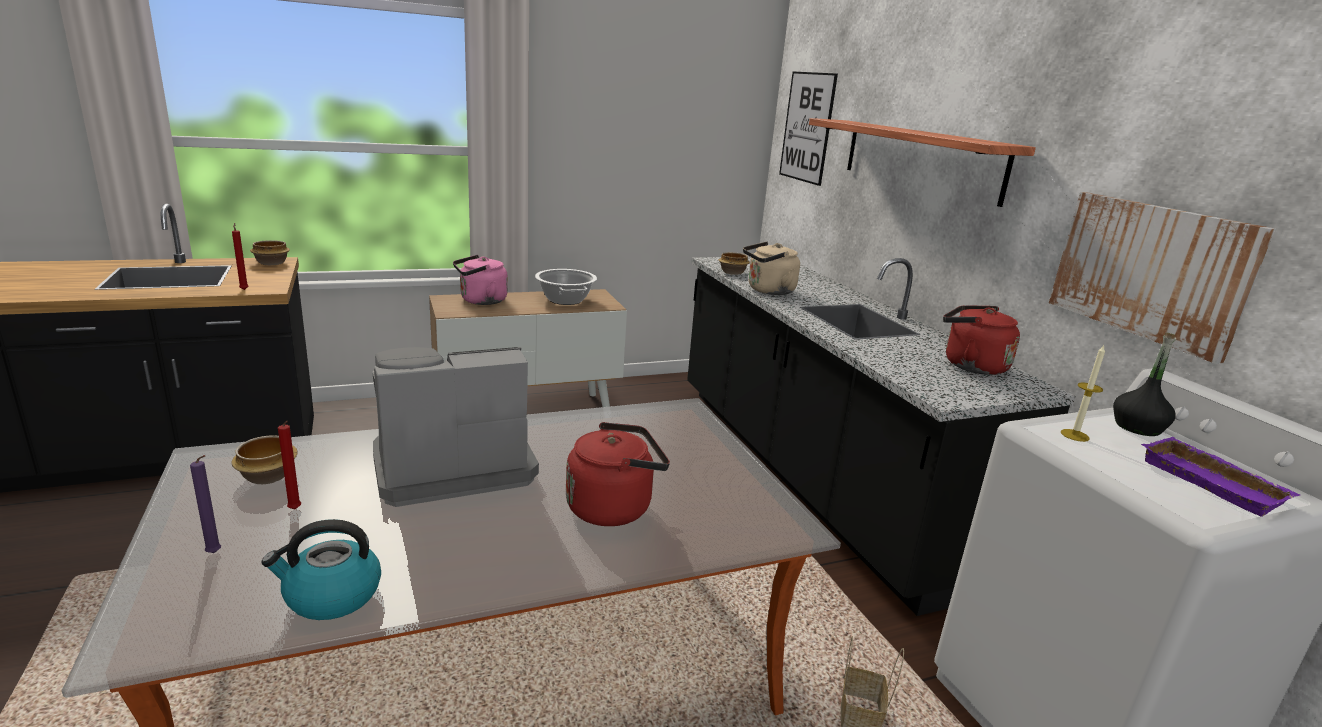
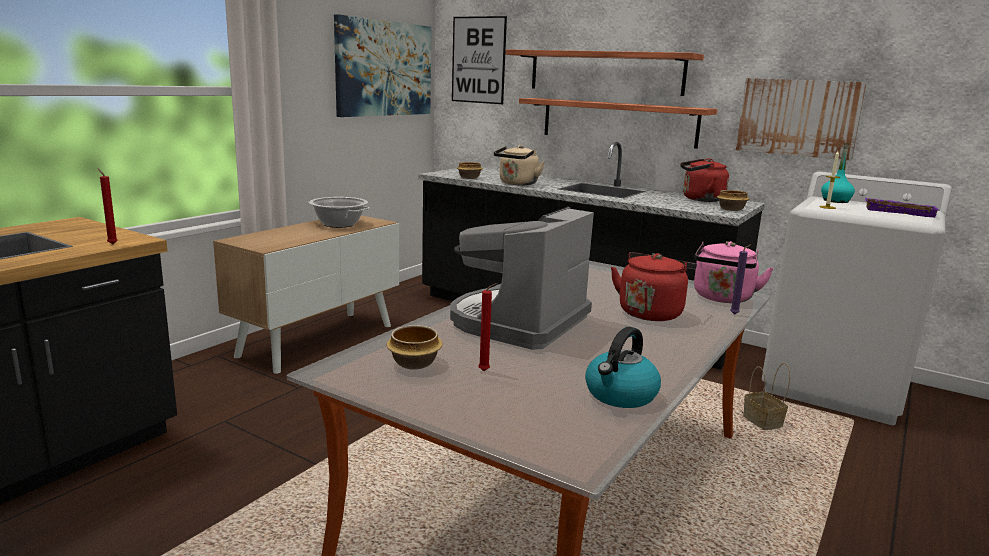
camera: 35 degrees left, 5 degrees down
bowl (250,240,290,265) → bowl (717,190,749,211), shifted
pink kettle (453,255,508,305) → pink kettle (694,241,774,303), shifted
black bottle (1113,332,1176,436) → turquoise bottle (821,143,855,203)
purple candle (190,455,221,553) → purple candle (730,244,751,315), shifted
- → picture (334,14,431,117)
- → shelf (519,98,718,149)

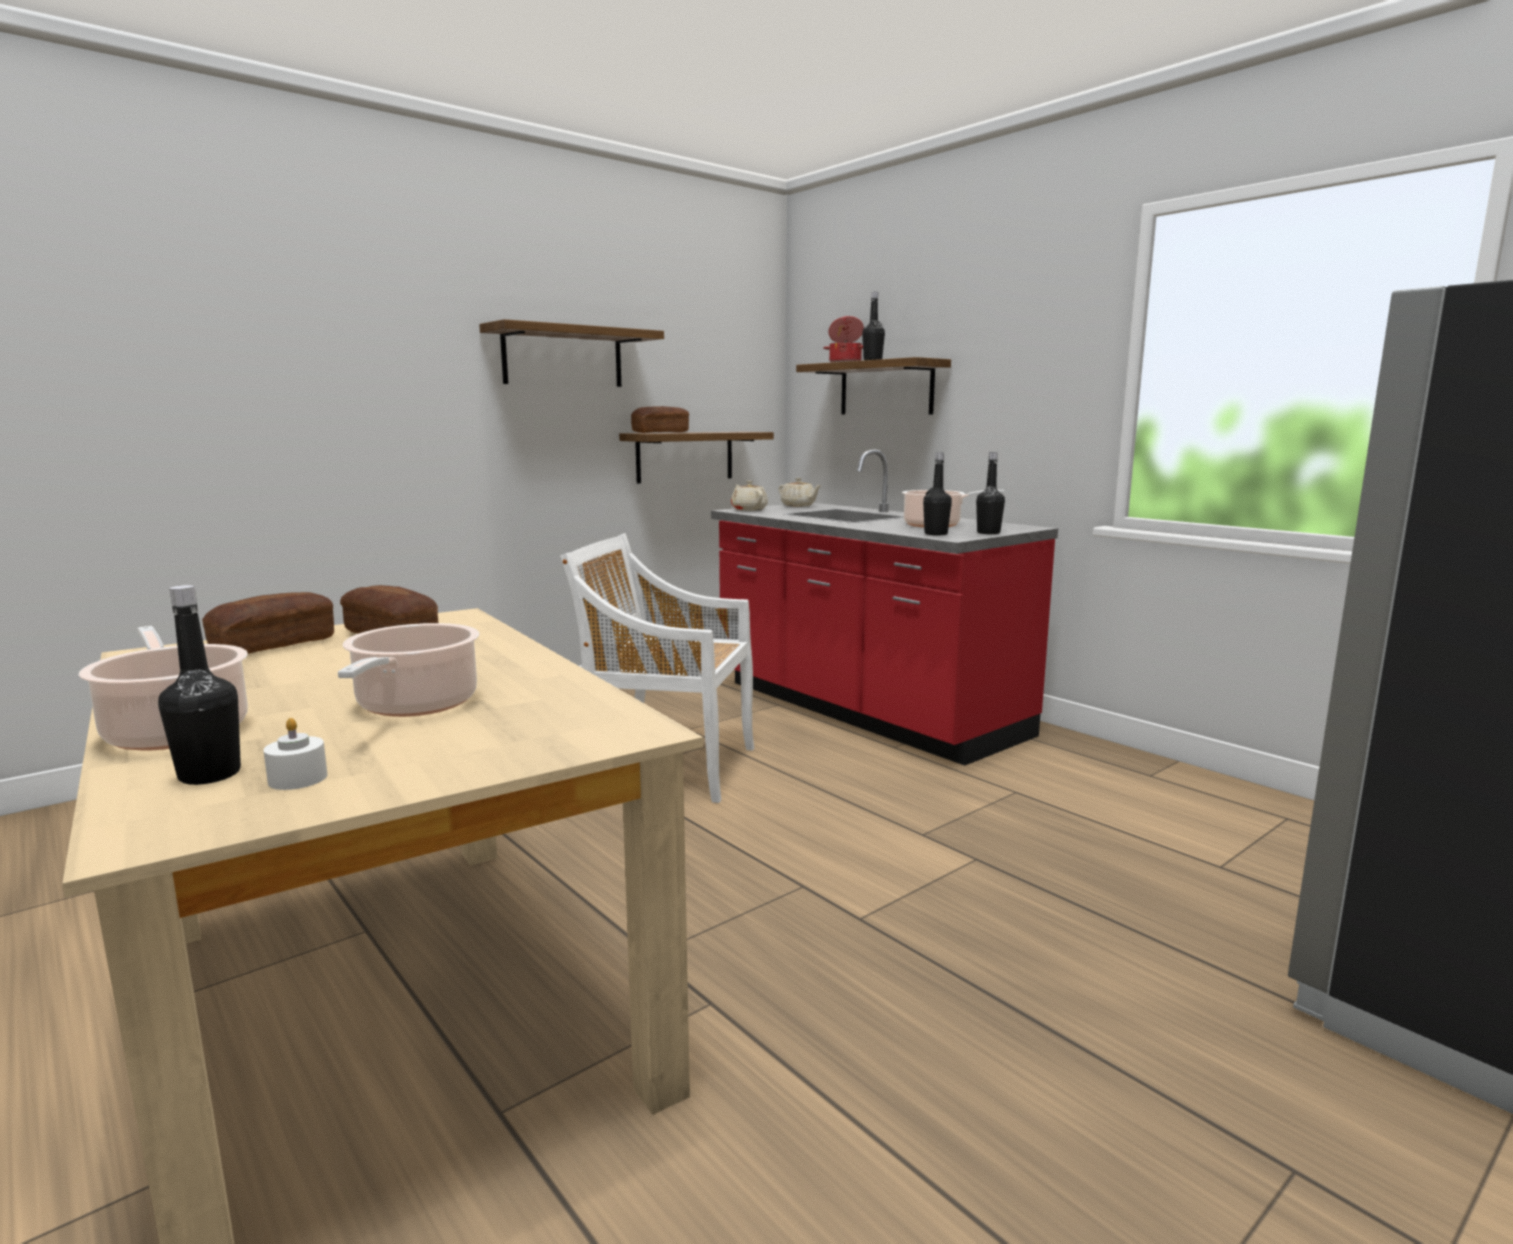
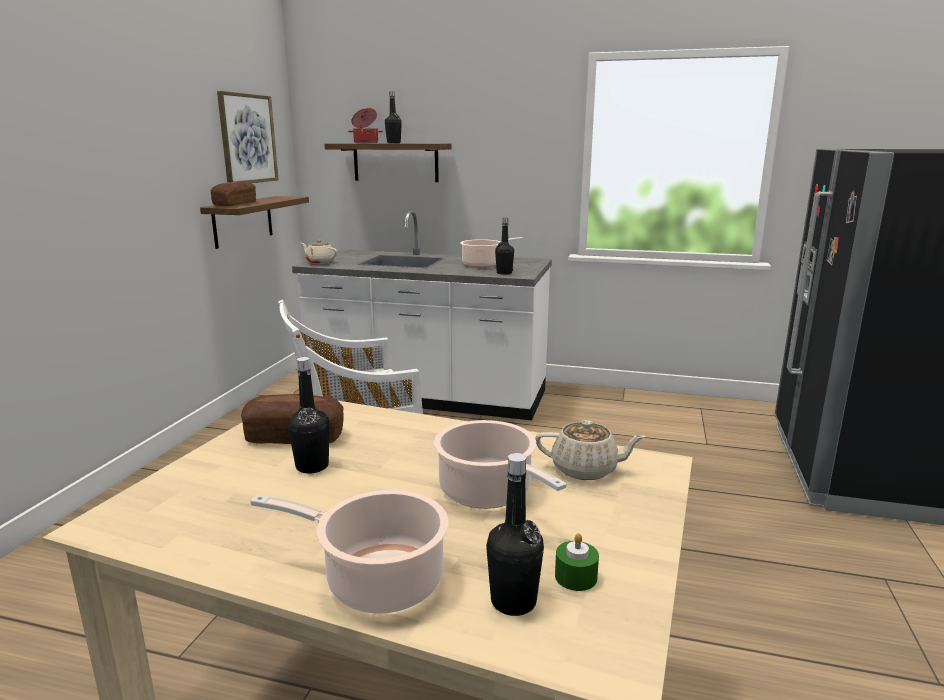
camera: 35 degrees left, 5 degrees up
shelf (479,319,664,387) → -
red counter (711,450,1058,765) → white counter (292,210,552,420)
black bottle (976,452,1005,534) → black bottle (288,357,329,474), shifted
beige teapot (778,478,822,507) → beige teapot (535,420,646,480), shifted
bread (202,592,334,654) → -
white candle (263,718,328,790) → green candle (555,533,599,591)
- → picture (217,91,279,183)

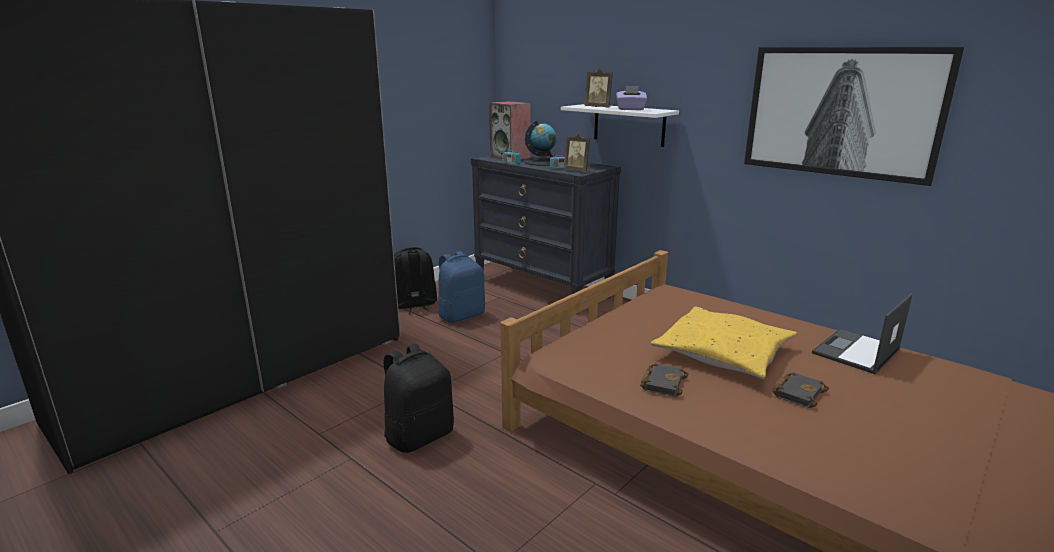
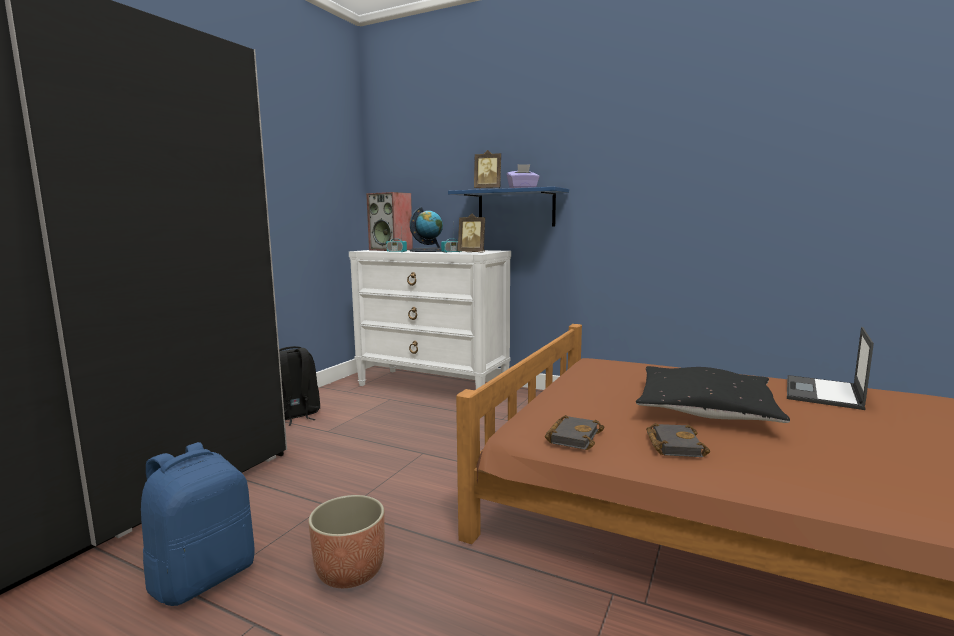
camera: 15 degrees left, 10 degrees down
picture (744,47,964,186) → -
white shelf (561,104,679,147) → blue shelf (448,187,569,226)
black dresser (471,154,621,314) → white dresser (349,250,511,389)
blue backpack (438,251,485,323) → blue backpack (141,442,254,606), shifted
yellow pillow (651,306,797,379) → black pillow (636,366,790,423)
black backpack (384,344,454,453) → planter (308,495,385,588)
black book (772,372,829,408) → black book (545,415,605,450), shifted

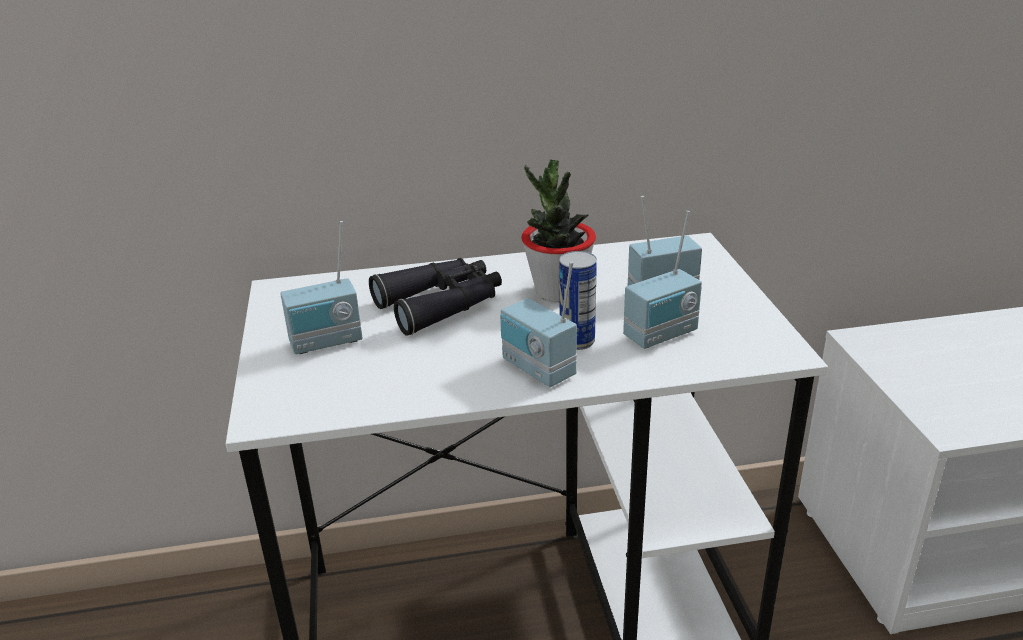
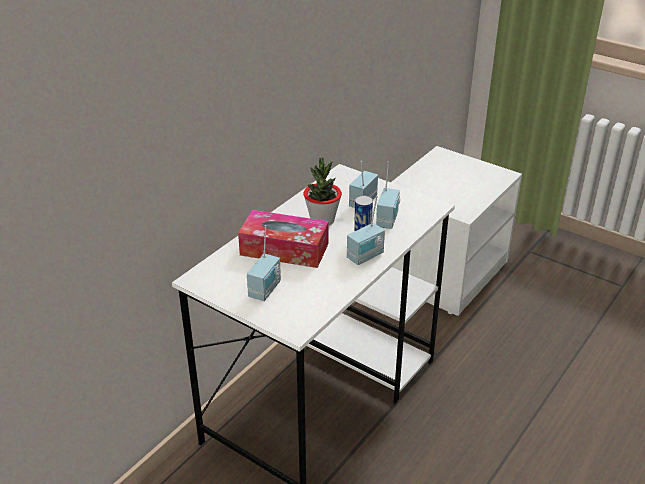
camera: 45 degrees left, 5 degrees up
black binoculars (369,258,502,336) → tissue box (238,210,329,268)
radio (500,261,577,387) → radio (347,196,385,265), 45 degrees counterclockwise

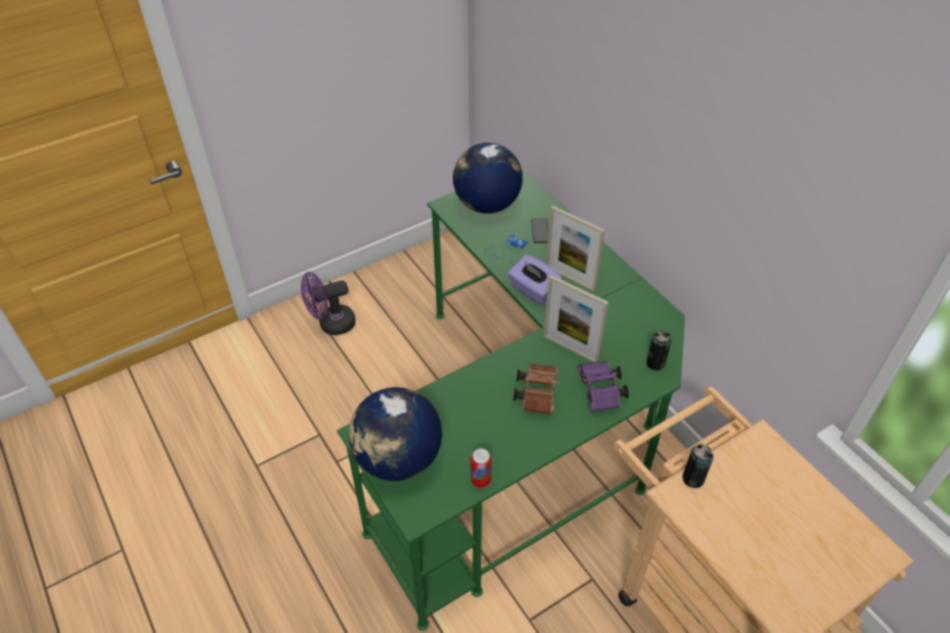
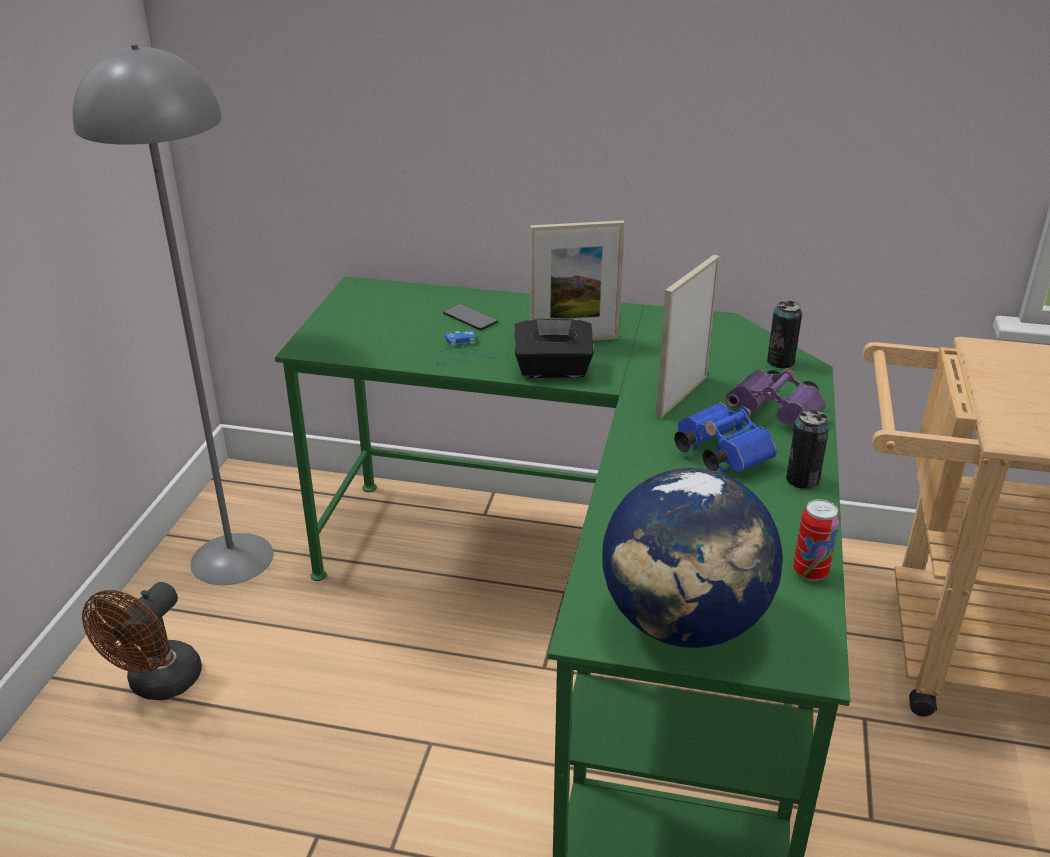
camera: 45 degrees left, 15 degrees down
globe (453,143,523,213) → -
purple tissue box (508,254,563,305) → black tissue box (514,318,594,378)
purple fan (301,272,356,335) → brown fan (82,582,202,700)
picture frame (543,275,609,363) → picture frame (655,255,720,419), 135 degrees clockwise
brown binoculars (513,364,559,415) → blue binoculars (674,402,777,472)
can (683,444,713,488) → can (786,410,829,489), shifted
- → grey floor lamp (72,44,274,585)

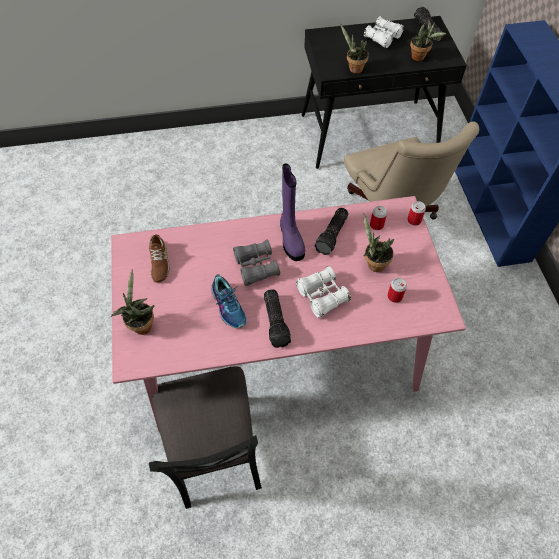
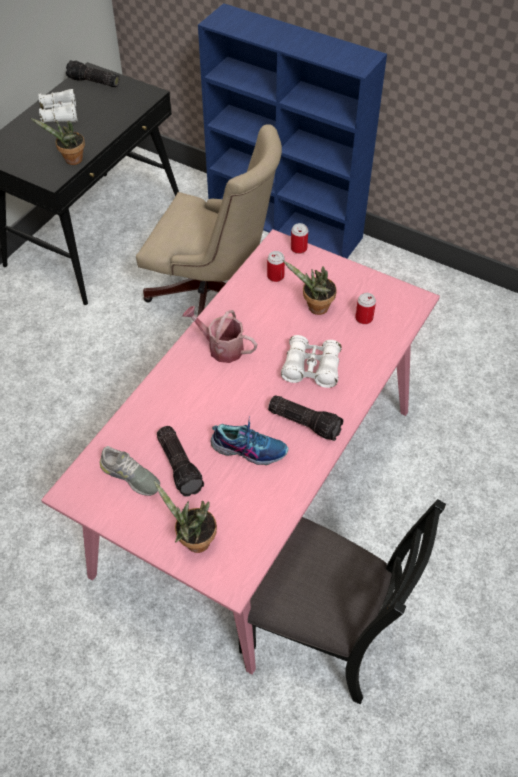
camera: 50 degrees left, 5 degrees down
potted plant (410,20,446,61) → -
purple boot (280,164,305,261) → watering can (183,306,257,363)
flashlight (315,208,348,255) → flashlight (157,426,204,497), shifted
brown shoe (149,235,170,282) → grey shoe (99,446,160,496)
grey binoculars (233,240,280,286) → -

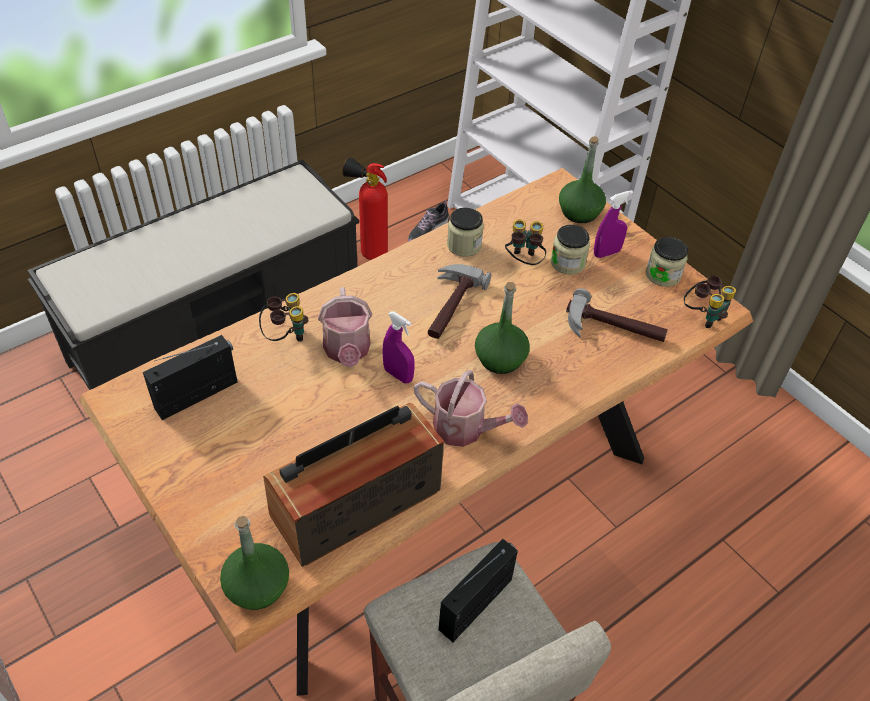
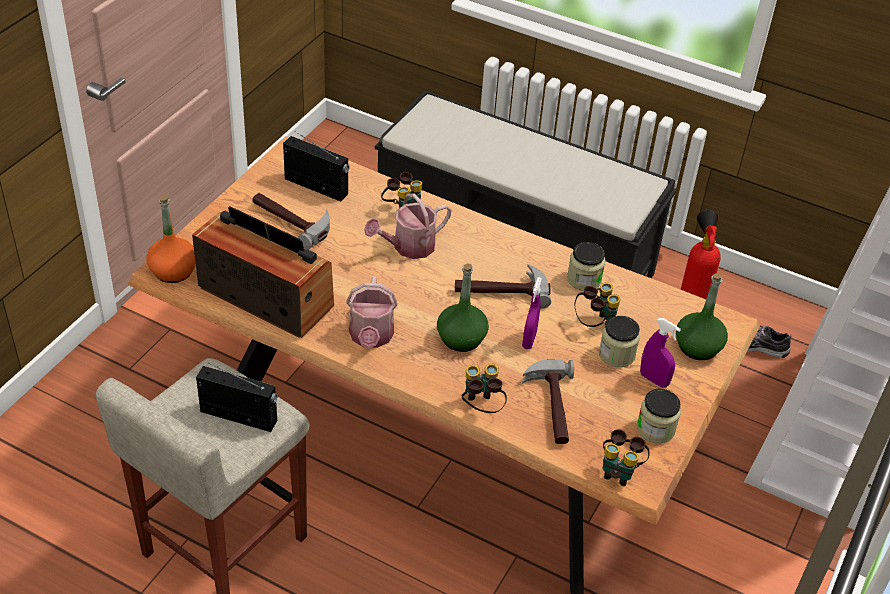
camera: 65 degrees right, 5 degrees down
purple spray bottle (382,311,415,383) → purple spray bottle (522,277,542,349), shifted
green bottle (220,516,289,610) → orange bottle (146,196,196,283)
- → hammer (252,193,330,249)
- → binoculars (461,364,507,413)

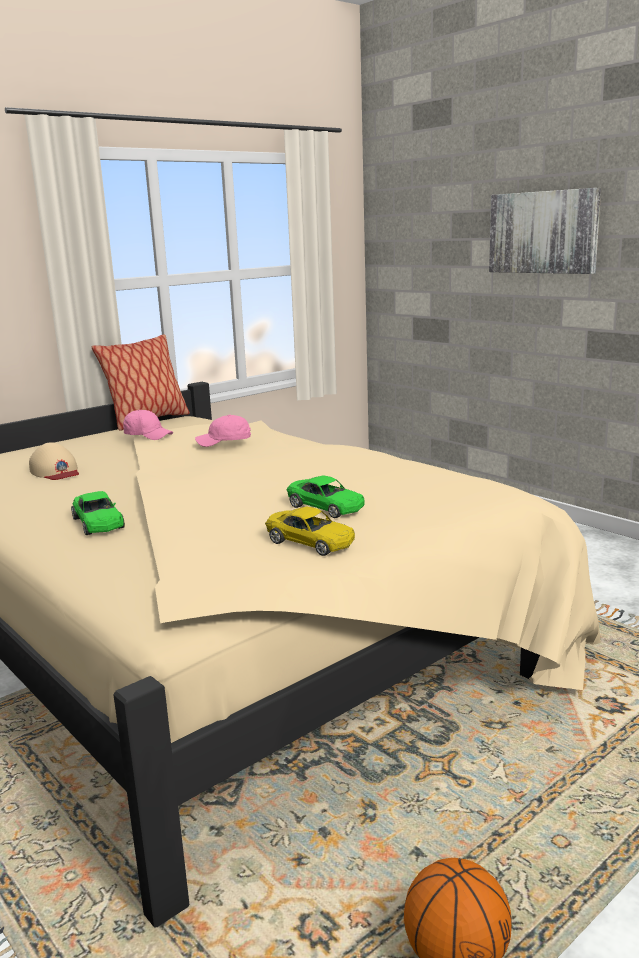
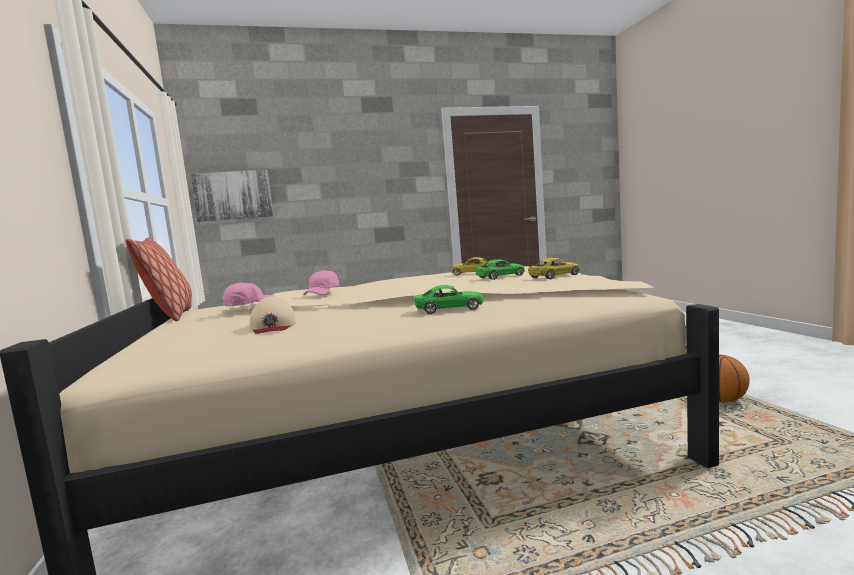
camera: 65 degrees left, 10 degrees down
picture (489,188,601,274) → picture (190,170,273,222), shifted
beige cap (29,442,79,480) → beige cap (250,296,296,334), 90 degrees clockwise
- → yellow toy car (451,257,496,275)

